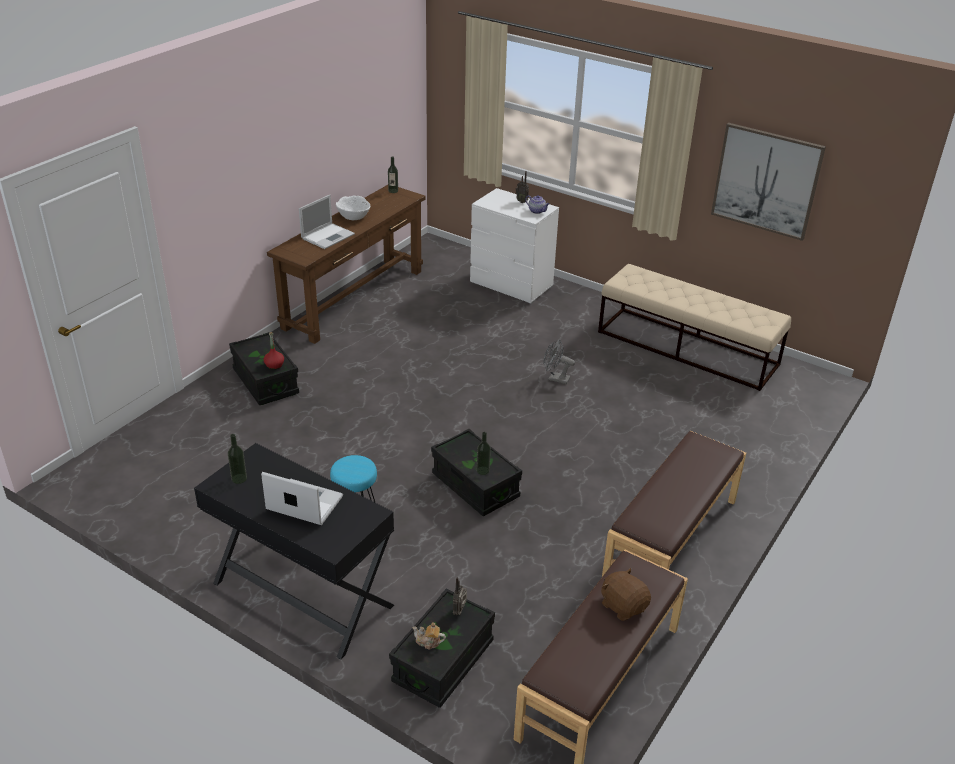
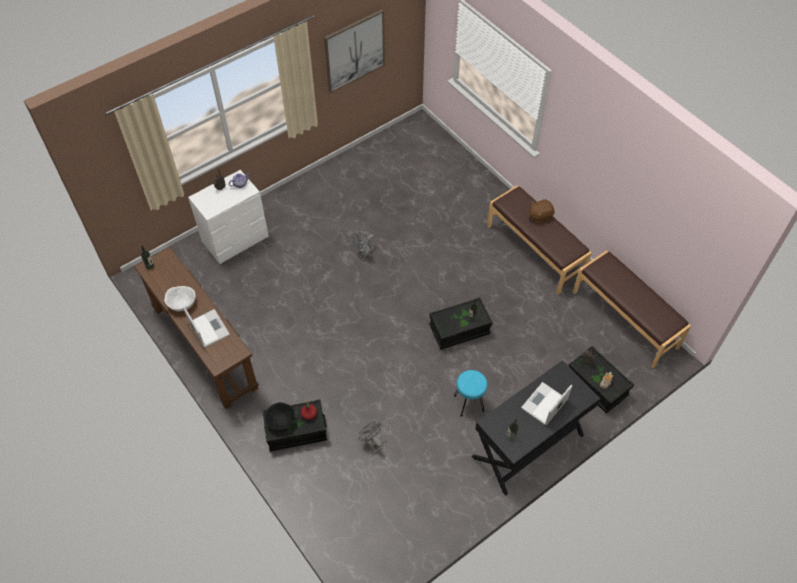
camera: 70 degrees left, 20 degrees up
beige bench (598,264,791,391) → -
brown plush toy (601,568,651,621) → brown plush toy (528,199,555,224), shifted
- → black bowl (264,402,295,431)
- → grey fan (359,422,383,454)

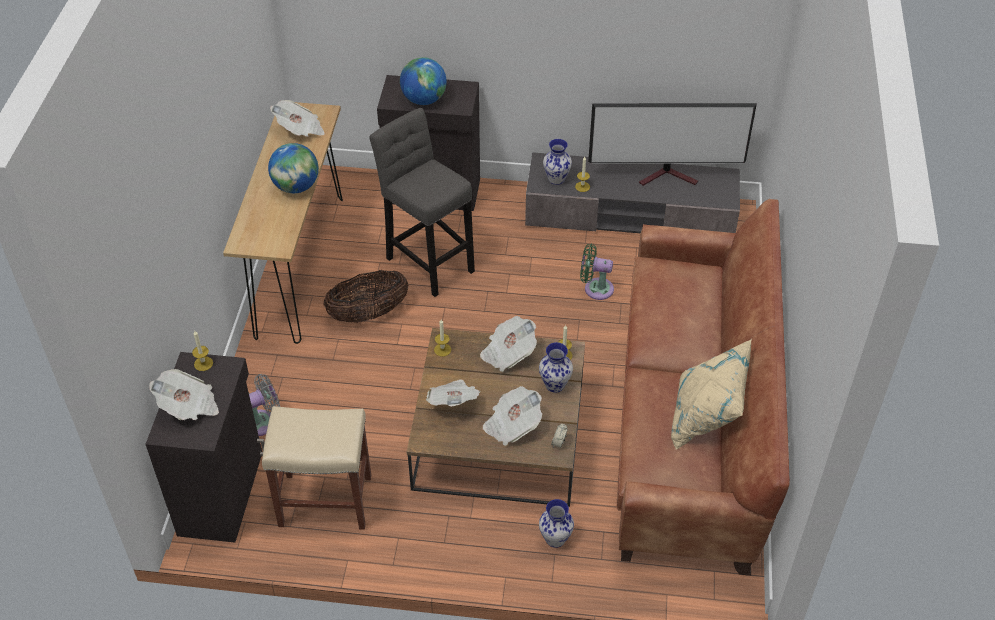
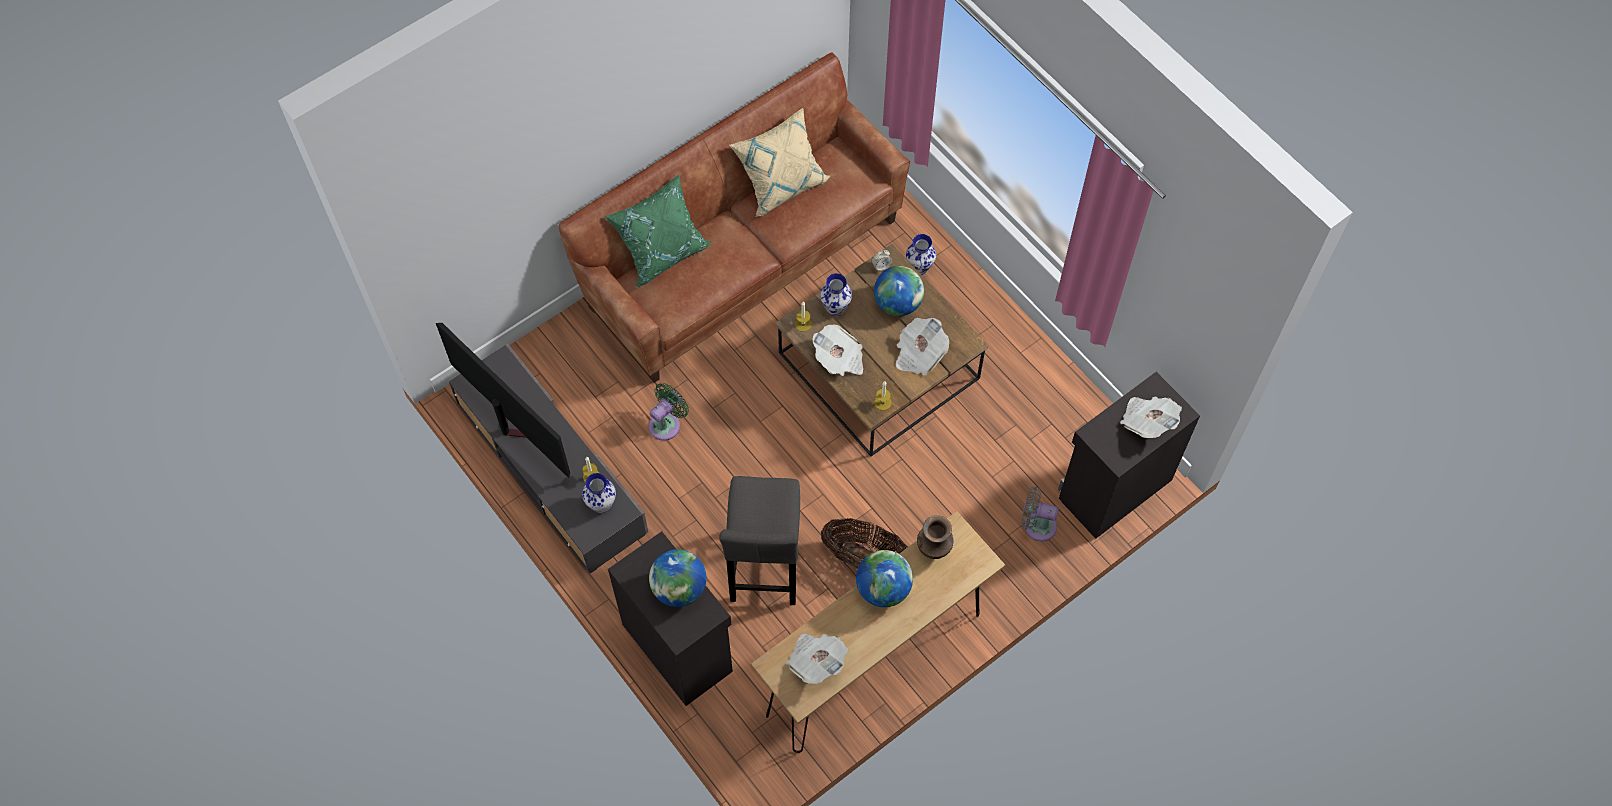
camera: 135 degrees left, 15 degrees up
green fan (580,244,614,300) → green fan (649,383,689,441), 105 degrees counterclockwise
candle (192,331,213,371) → -
newspaper (483,386,542,446) → globe (874,266,924,316)
beige stool (262,406,371,530) → -
- → green pillow (604,175,711,287)
- → brown vase (917,515,954,559)

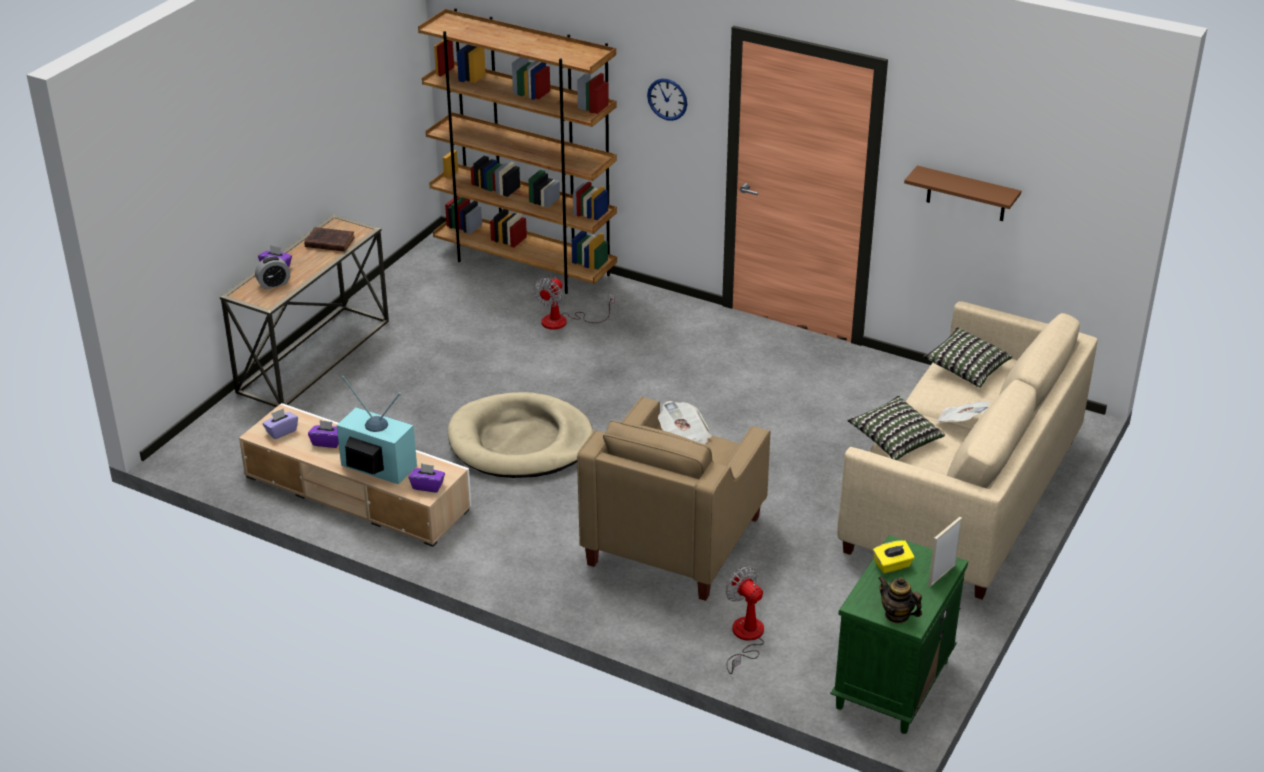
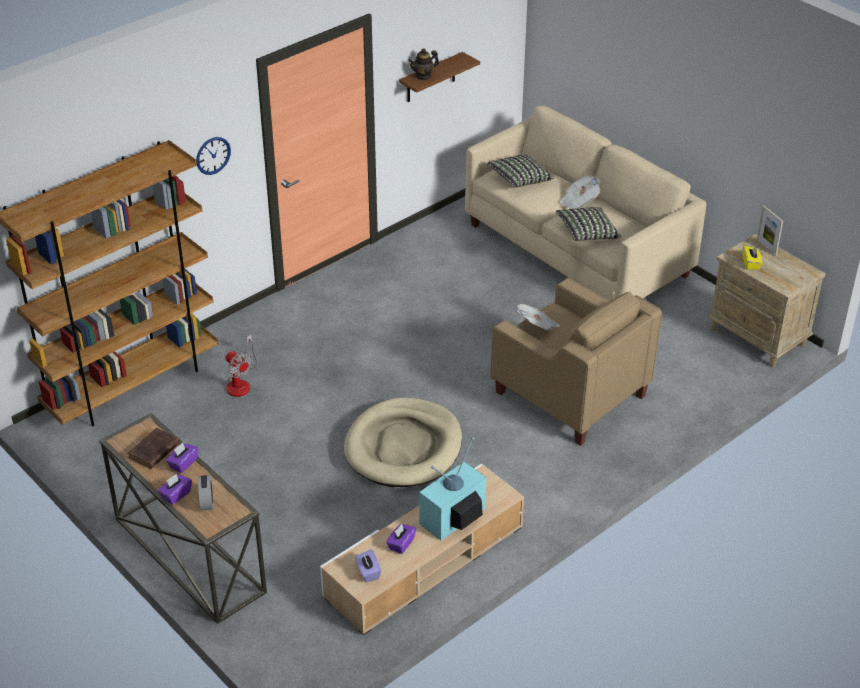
camera: 70 degrees left, 5 degrees up
purple tissue box (408,463,445,492) → purple tissue box (166,443,198,473), shifted
green nightstand (830,535,968,734) → beige nightstand (707,234,825,367)
fan (725,566,764,674) → -
teapot (879,576,922,623) → teapot (408,48,439,80), shifted

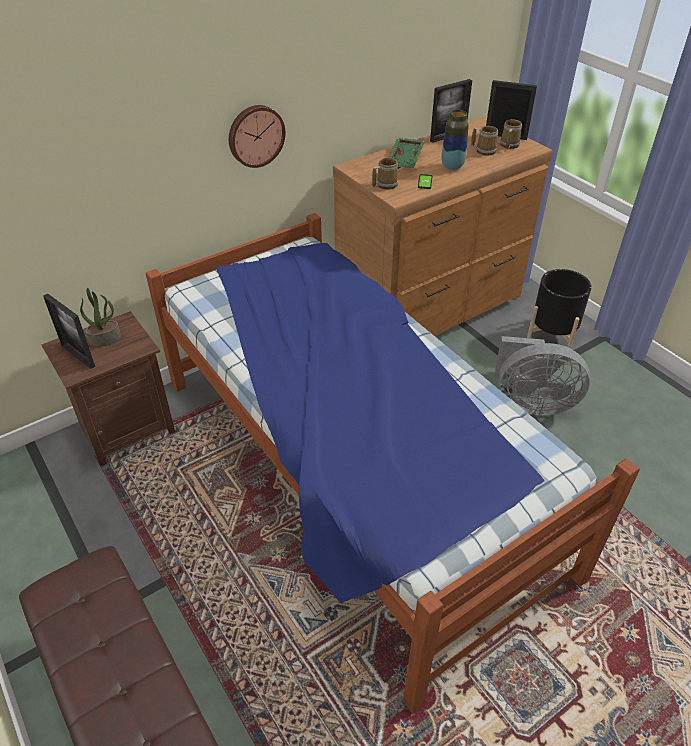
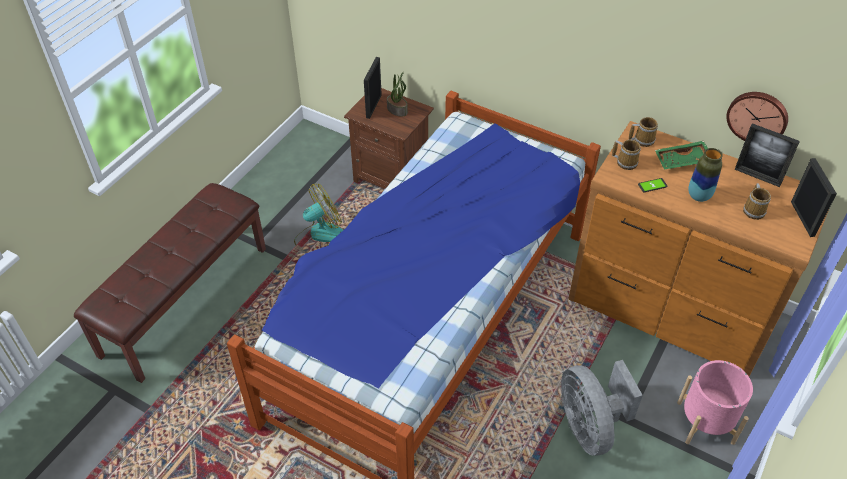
camera: 65 degrees right, 5 degrees up
wall clock (229,105,285,168) → wall clock (726,92,788,141), shifted
mug (500,119,522,149) → mug (629,117,658,147), shifted
black planter (527,269,592,349) → pink planter (677,360,753,445)
- → fan (294,184,343,248)

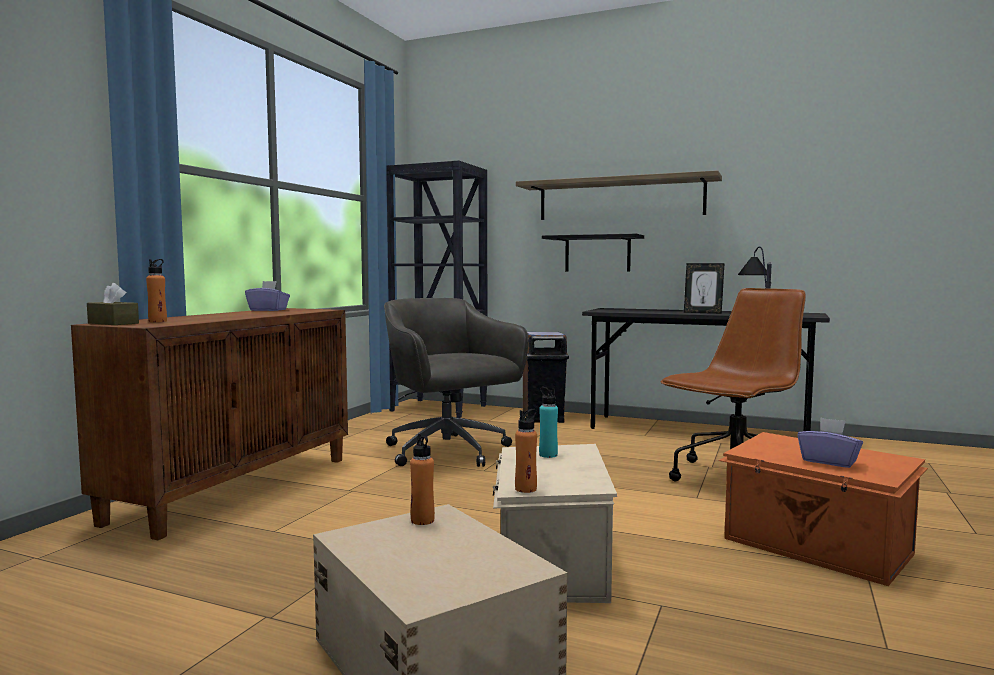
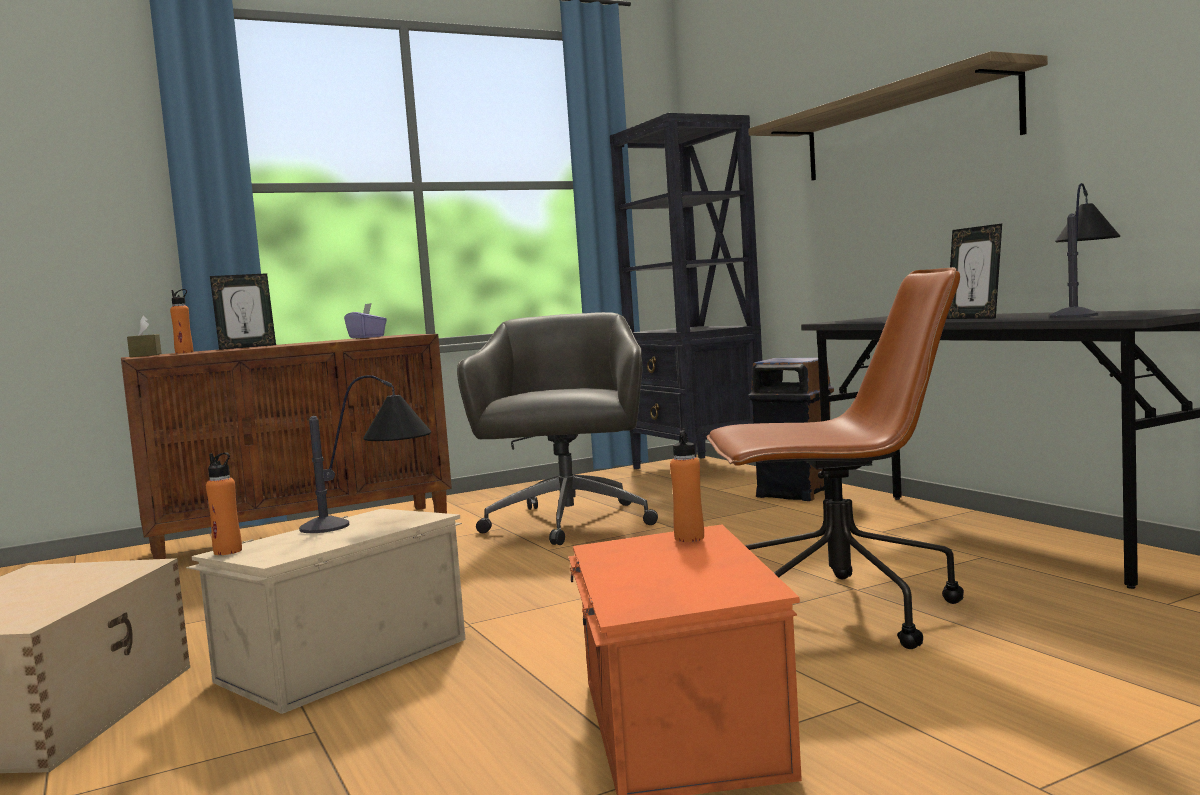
camera: 40 degrees right, 0 degrees up
black shelf (542,234,644,272) → -
turquoise bottle (539,387,558,458) → table lamp (299,375,431,533)
purple tissue box (797,418,863,468) → -
orange bottle (410,434,435,525) → orange bottle (670,429,704,542), shifted
- → picture frame (210,273,276,350)

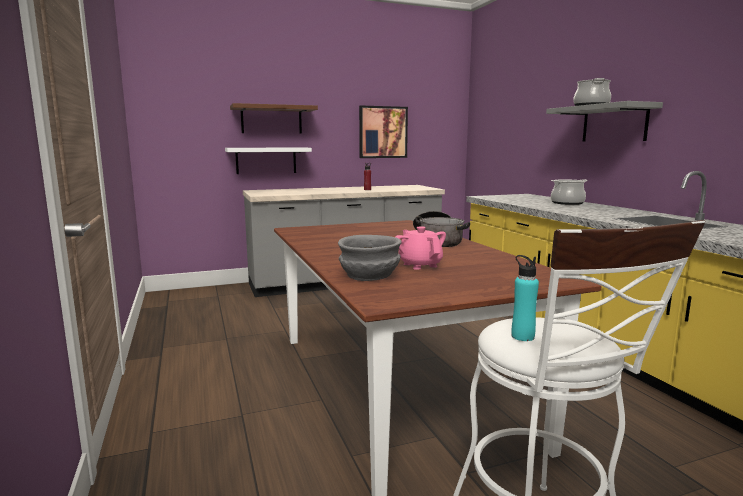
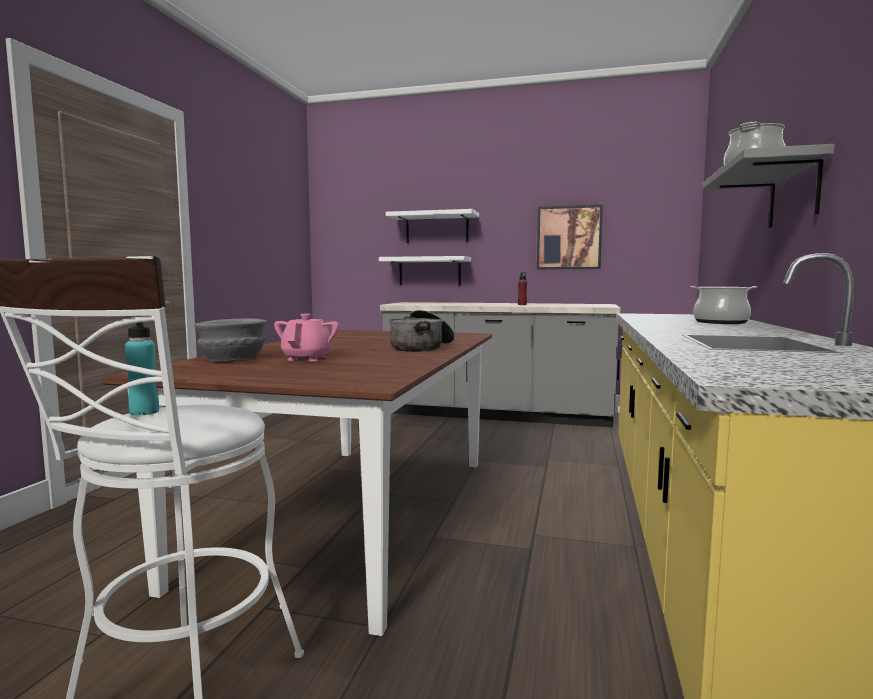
camera: 35 degrees right, 5 degrees down
brown shelf (230,103,318,134) → white shelf (386,209,479,243)

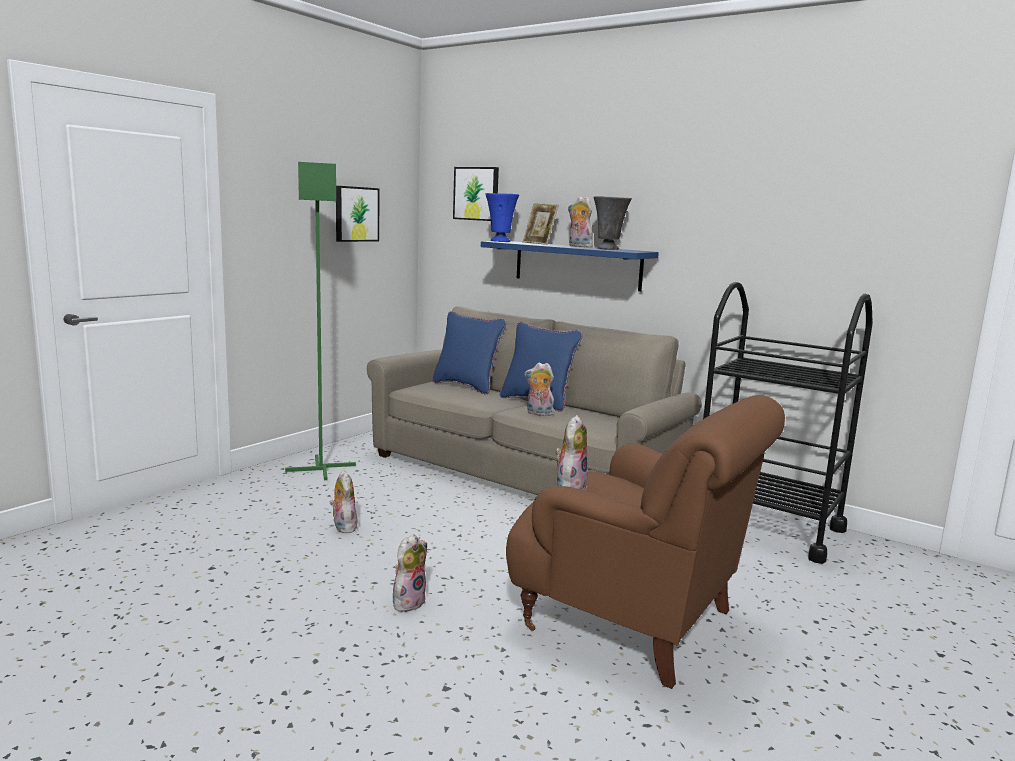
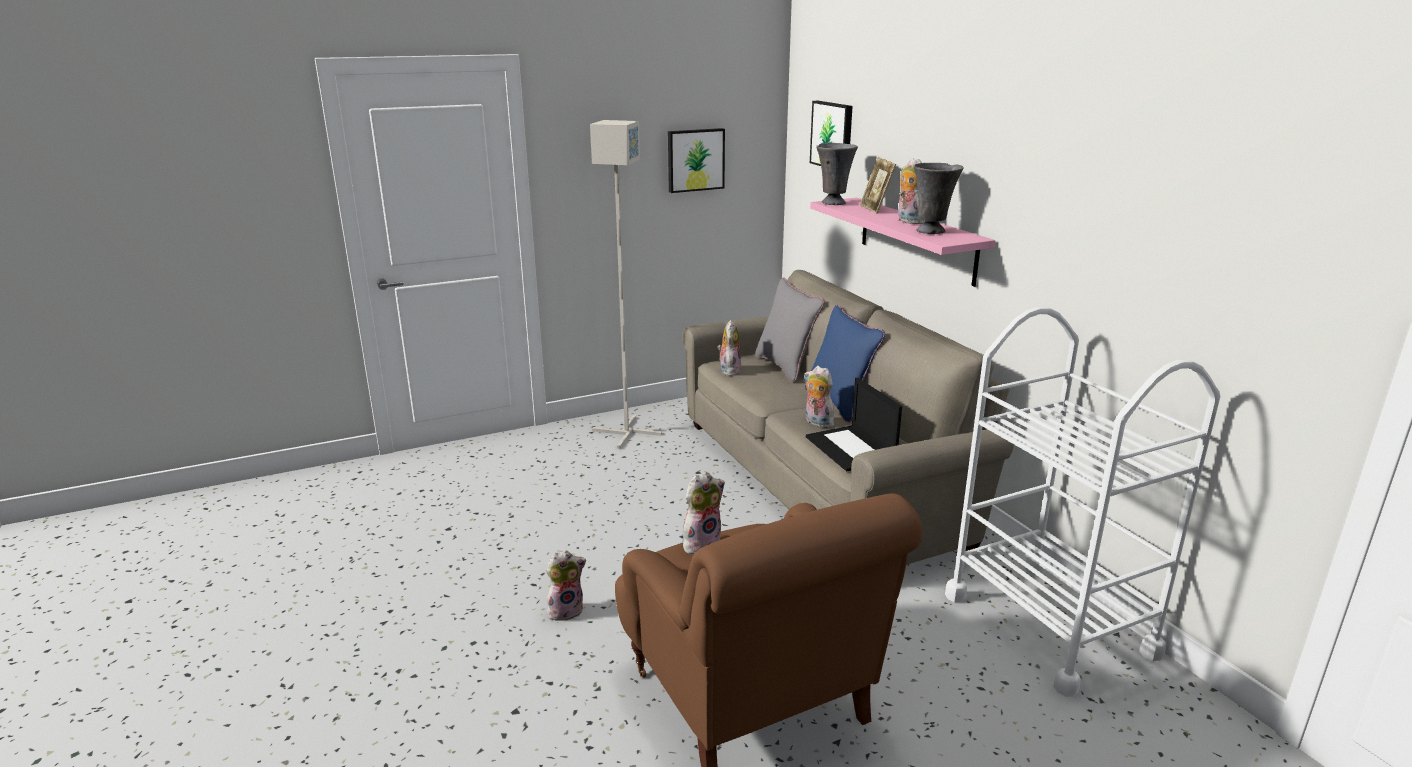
camera: 30 degrees right, 10 degrees up
green floor lamp (285,162,356,480) → grey floor lamp (590,120,662,449)
blue vase (485,193,519,242) → grey vase (816,143,858,205)
blue shelf (481,241,659,291) → pink shelf (810,198,995,287)
black cart (703,282,873,564) → white cart (945,307,1220,697)
blue pillow (432,311,506,395) → grey pillow (755,277,824,383)
plush toy (330,470,359,533) → plush toy (717,320,741,376), shifted
- → laptop (806,377,902,471)

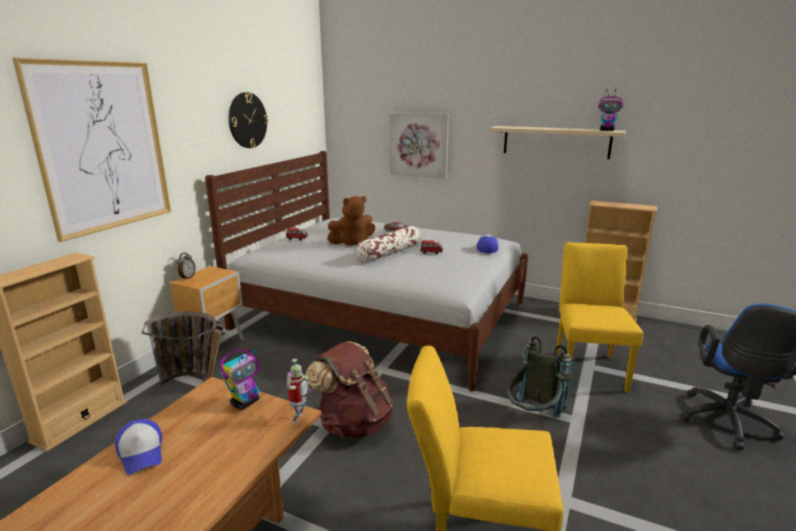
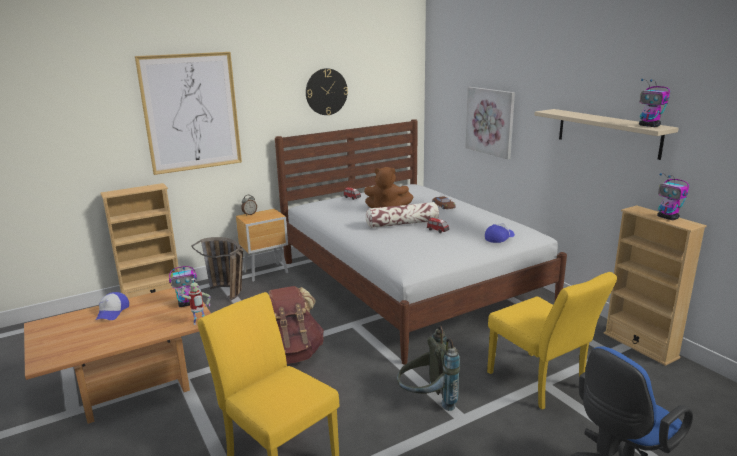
camera: 35 degrees right, 0 degrees up
yellow chair (556,242,643,393) → yellow chair (487,272,617,409), 105 degrees clockwise
- → toy robot (657,173,689,220)

